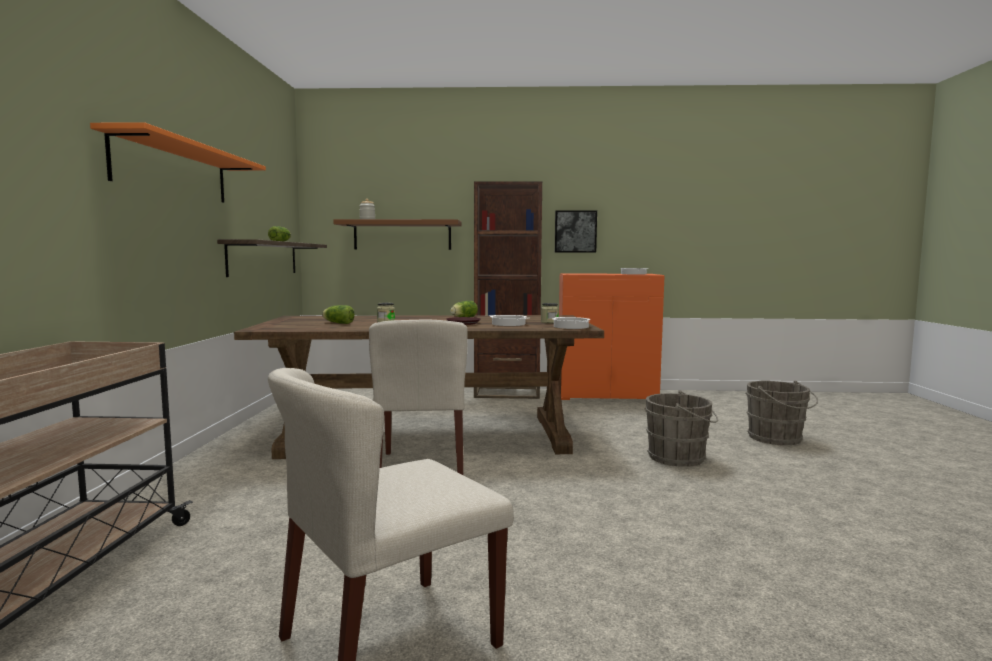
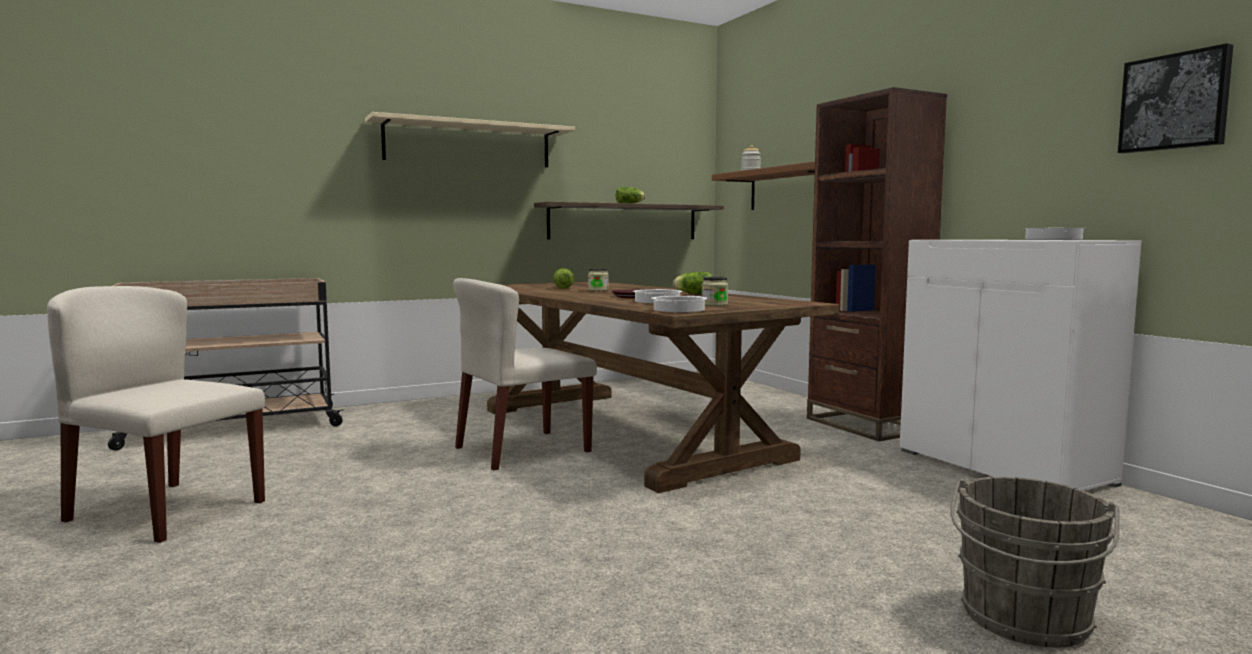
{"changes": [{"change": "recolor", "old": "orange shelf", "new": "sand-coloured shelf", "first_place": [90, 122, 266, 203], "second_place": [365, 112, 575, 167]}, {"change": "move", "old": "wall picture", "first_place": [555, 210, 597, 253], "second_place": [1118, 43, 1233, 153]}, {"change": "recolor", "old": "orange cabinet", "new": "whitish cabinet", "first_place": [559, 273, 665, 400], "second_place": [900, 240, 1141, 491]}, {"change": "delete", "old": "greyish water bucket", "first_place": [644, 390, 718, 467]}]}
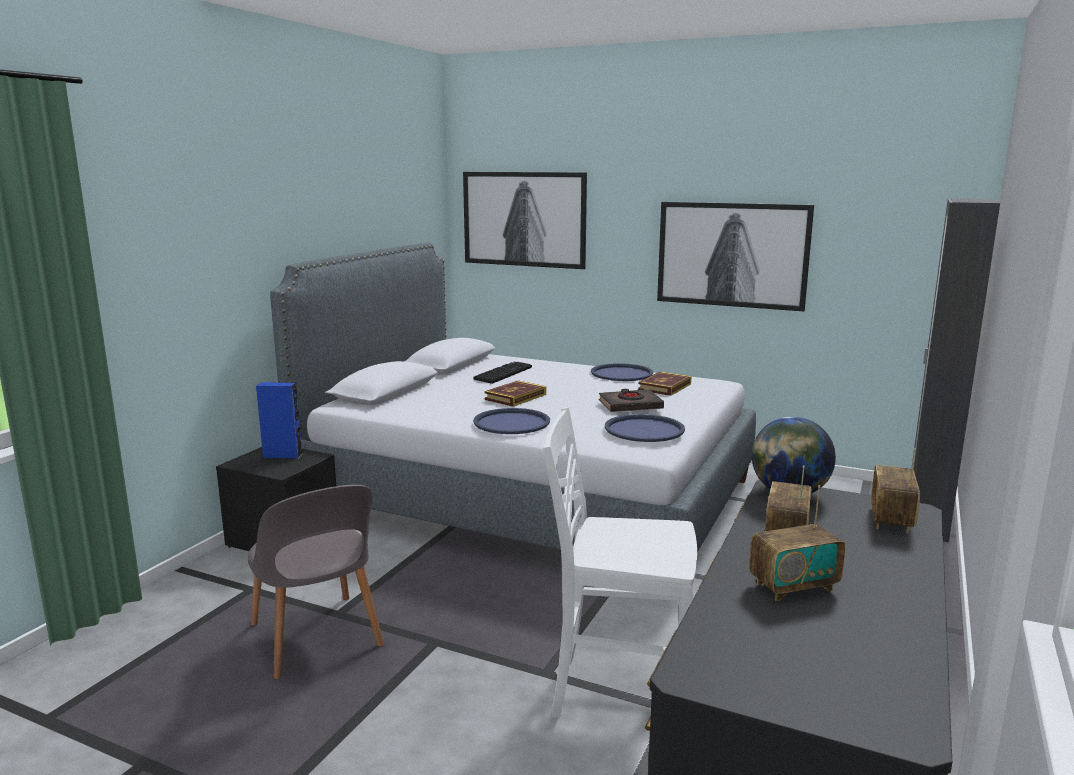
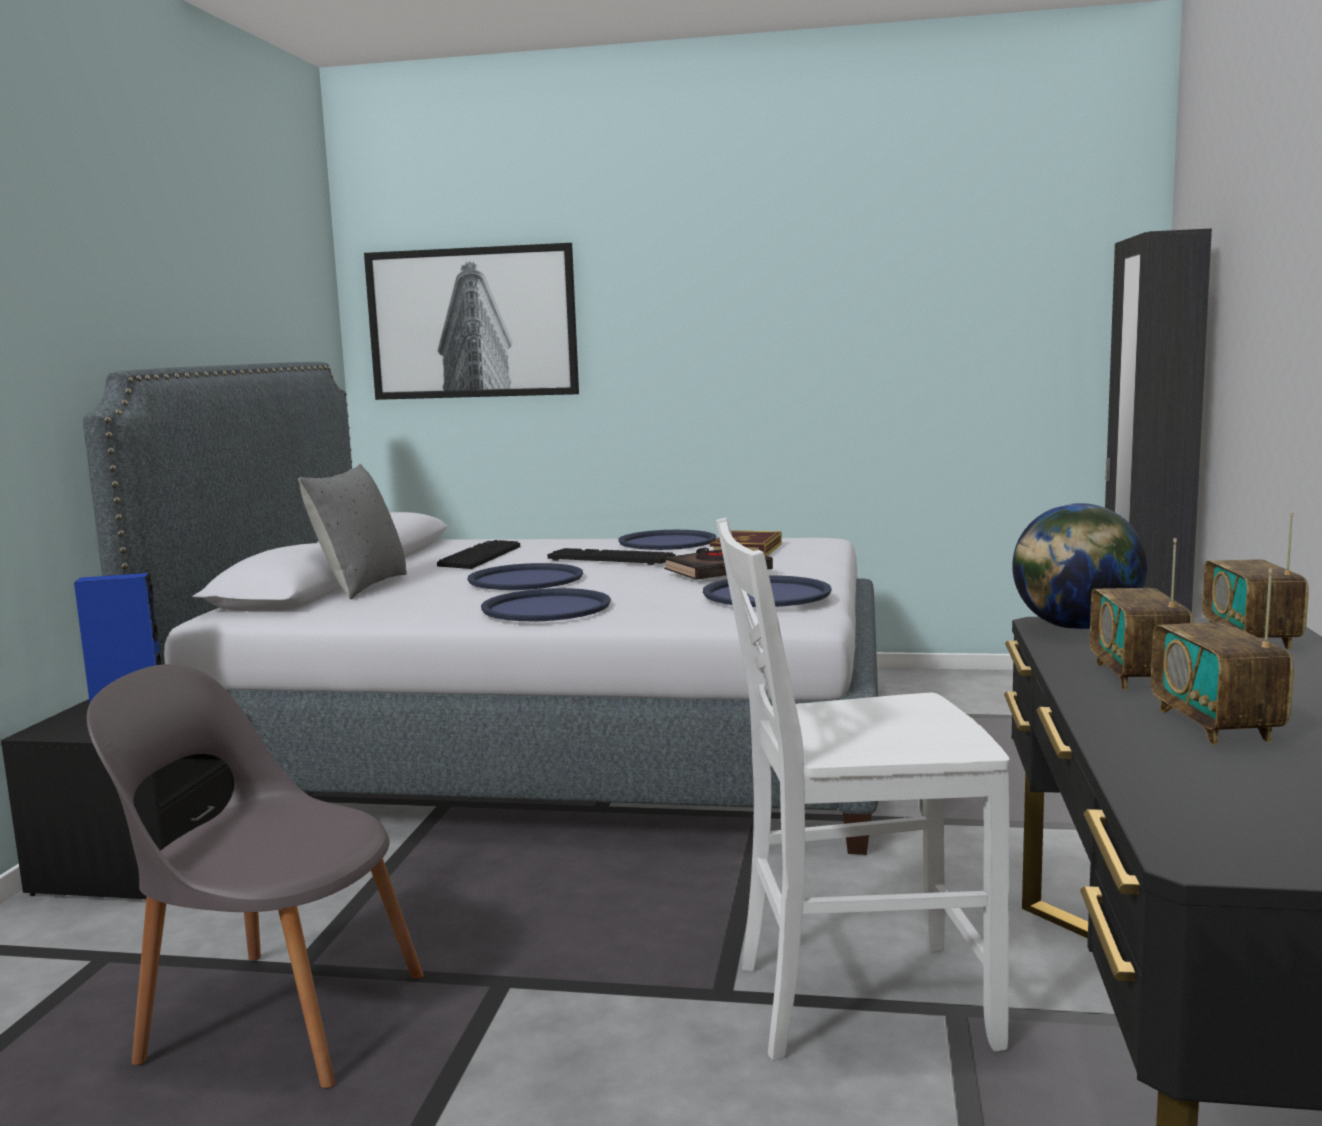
{"changes": [{"change": "rotate", "old": "greyish plain chair", "first_place": [248, 485, 384, 679], "second_place": [87, 664, 424, 1089], "degrees": 150}, {"change": "replace", "old": "bound book", "new": "bluish tray", "first_place": [485, 380, 546, 407], "second_place": [468, 563, 583, 590]}, {"change": "delete", "old": "wall picture", "first_place": [657, 202, 814, 311]}, {"change": "rotate", "old": "radio receiver", "first_place": [749, 485, 845, 601], "second_place": [1151, 568, 1294, 745], "degrees": 120}, {"change": "insert", "new": "greyish pillow", "second_place": [298, 464, 407, 599]}, {"change": "insert", "new": "keyboard", "second_place": [548, 548, 675, 565]}]}
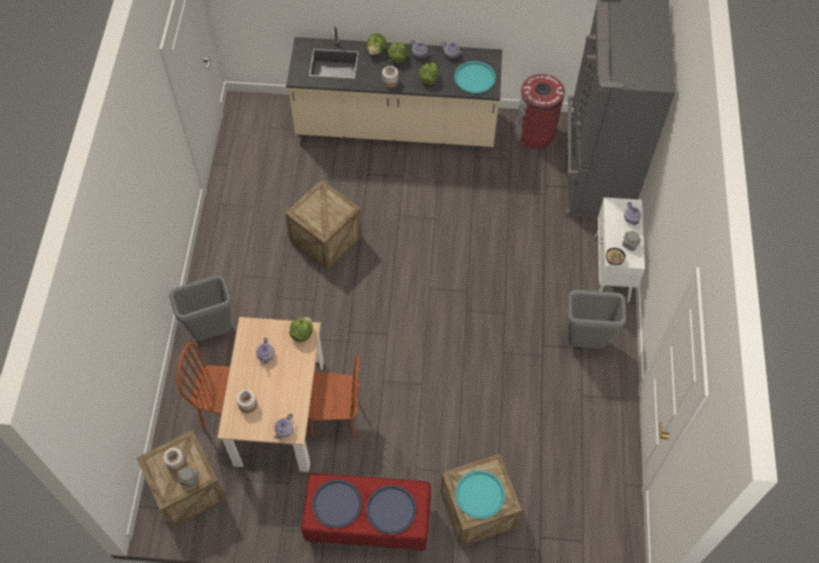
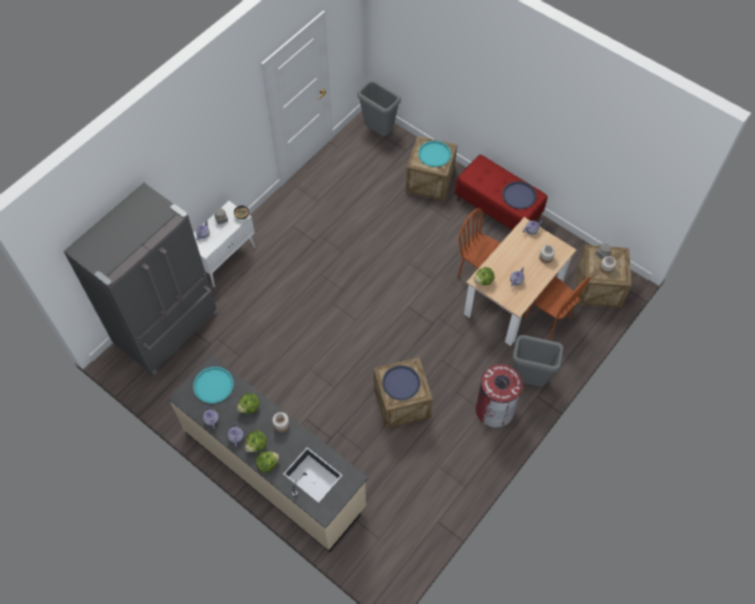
{"changes": [{"change": "move", "old": "bluish tray", "first_place": [366, 485, 416, 534], "second_place": [382, 365, 420, 400]}, {"change": "move", "old": "red waste bin", "first_place": [515, 74, 565, 149], "second_place": [476, 364, 523, 428]}, {"change": "move", "old": "greyish waste bin", "first_place": [567, 290, 627, 349], "second_place": [357, 80, 401, 136]}]}
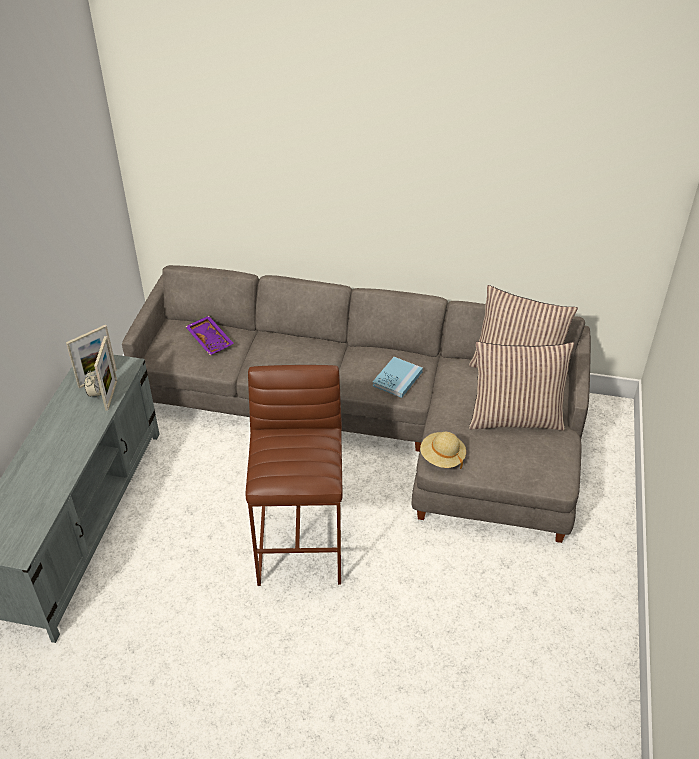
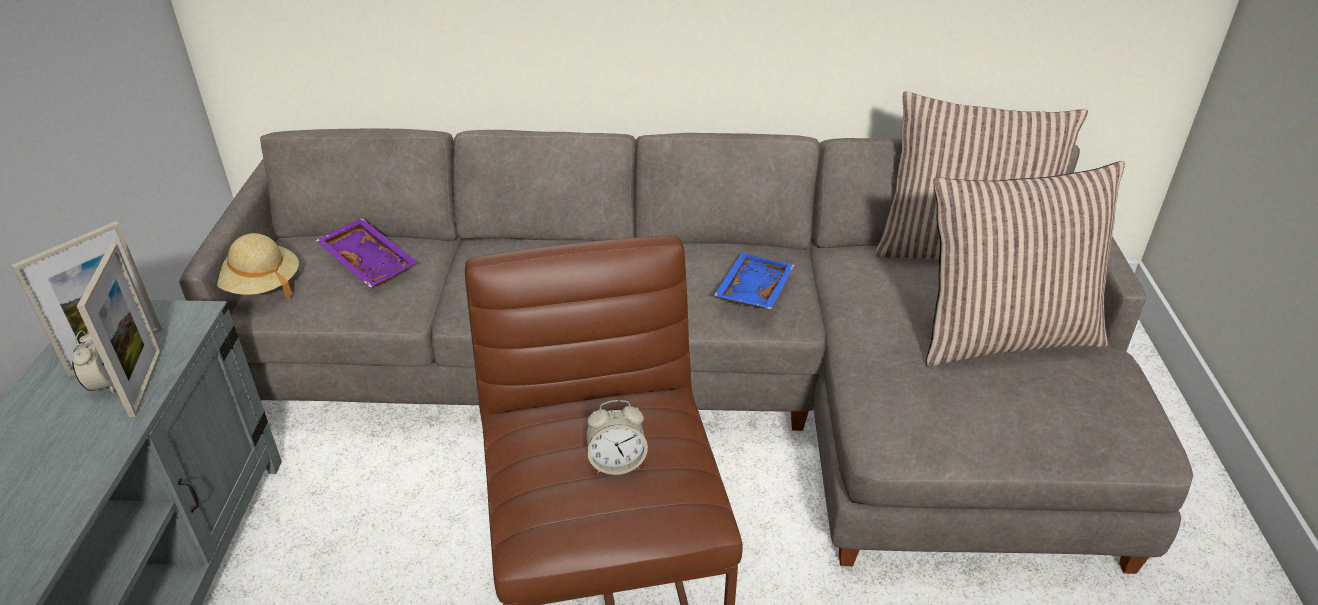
{"changes": [{"change": "replace", "old": "bluish bound book", "new": "bluish tray", "first_place": [373, 357, 423, 398], "second_place": [714, 252, 794, 309]}, {"change": "move", "old": "sand-coloured hat", "first_place": [420, 432, 466, 469], "second_place": [217, 233, 299, 298]}, {"change": "insert", "new": "bedside clock", "second_place": [586, 400, 648, 475]}]}
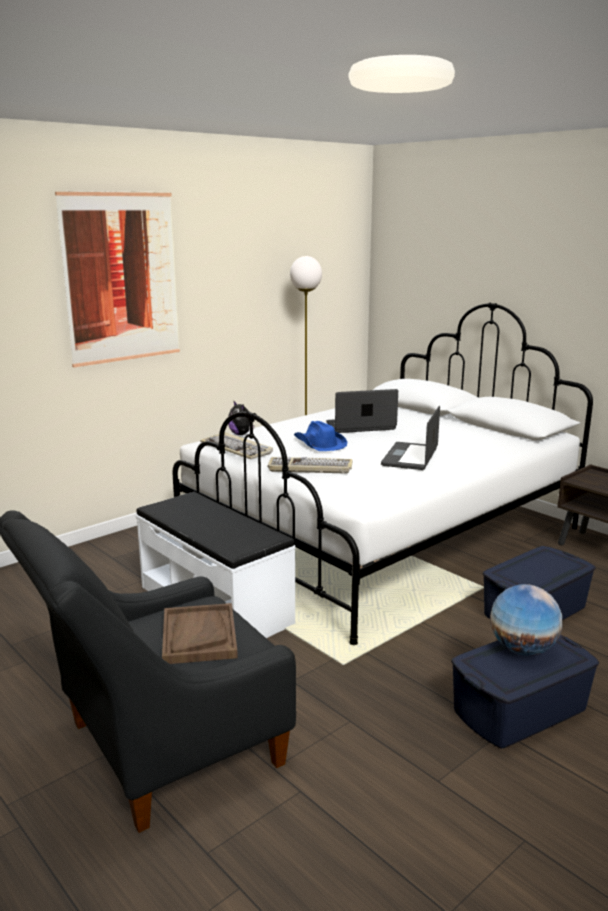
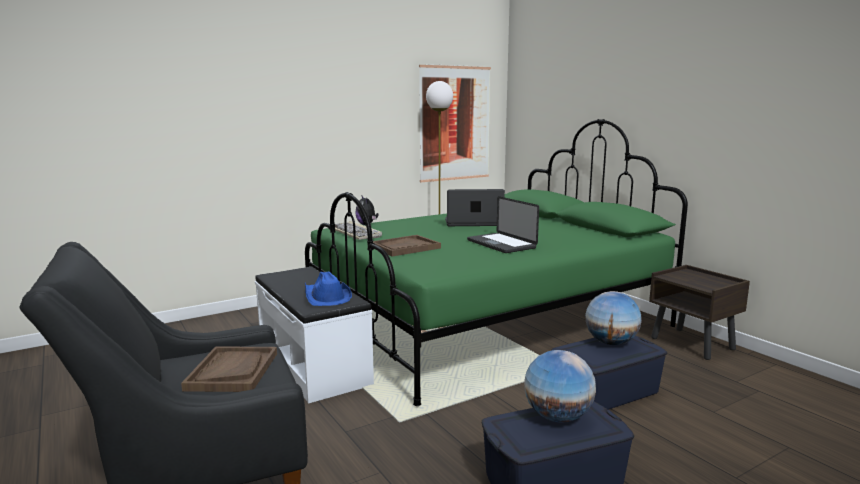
{"changes": [{"change": "move", "old": "wall picture", "first_place": [55, 191, 180, 367], "second_place": [419, 64, 491, 182]}, {"change": "recolor", "old": "whitish bed", "new": "greenish bed", "first_place": [173, 303, 593, 645], "second_place": [305, 119, 688, 406]}, {"change": "replace", "old": "keyboard", "new": "brown tray", "first_place": [268, 457, 352, 474], "second_place": [373, 235, 441, 257]}, {"change": "move", "old": "bluish hat", "first_place": [294, 421, 347, 451], "second_place": [305, 272, 352, 306]}, {"change": "rotate", "old": "portable computer", "first_place": [381, 406, 440, 470], "second_place": [467, 196, 539, 253], "degrees": -60}, {"change": "insert", "new": "desk globe", "second_place": [585, 291, 642, 345]}]}
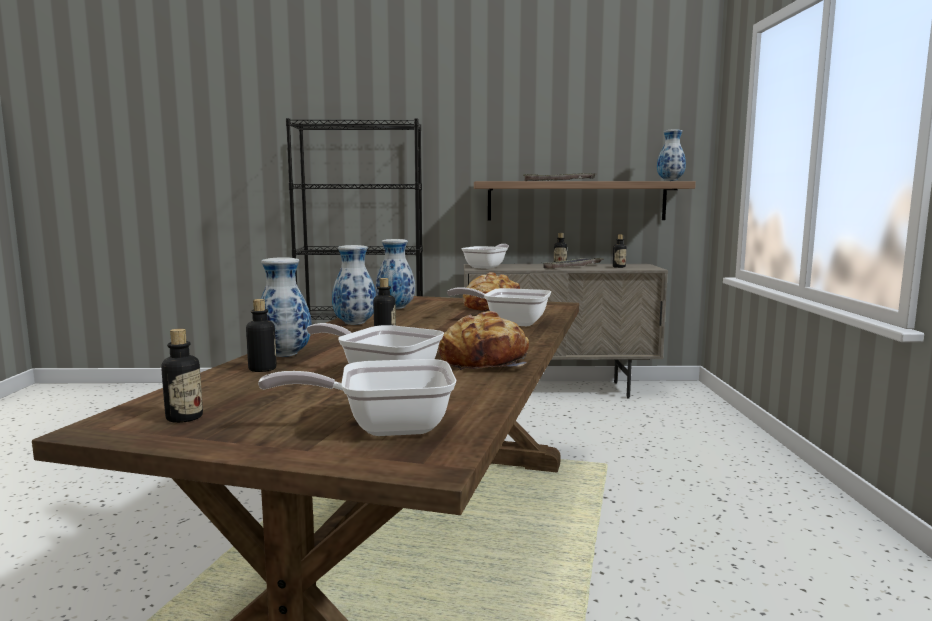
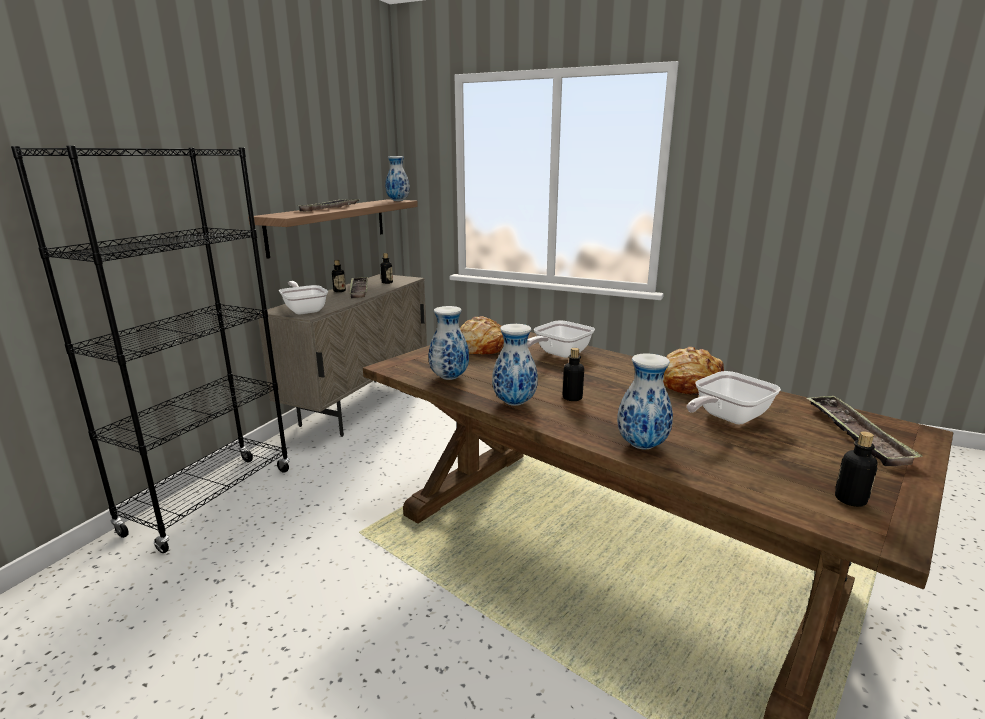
{"changes": [{"change": "delete", "old": "drink bottle", "first_place": [246, 299, 277, 372]}, {"change": "replace", "old": "pan", "new": "tray", "first_place": [258, 359, 456, 436], "second_place": [807, 396, 922, 466]}]}
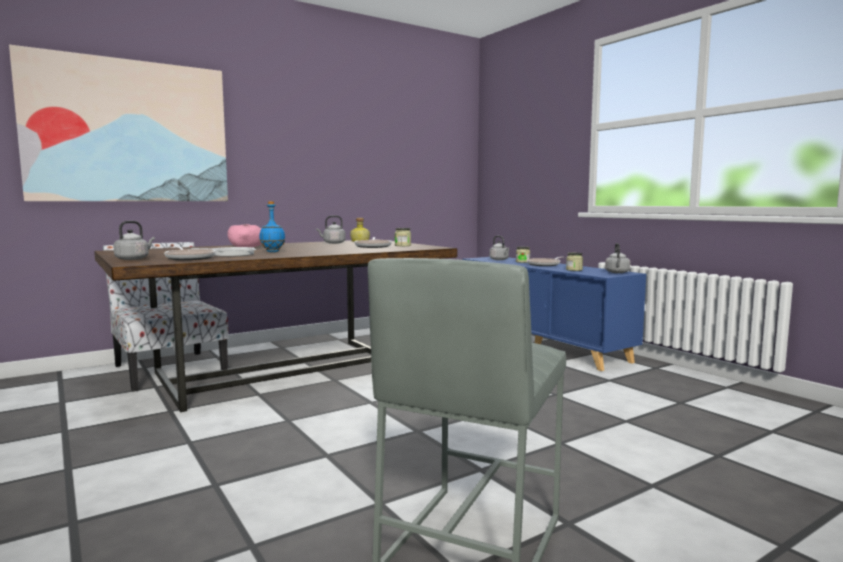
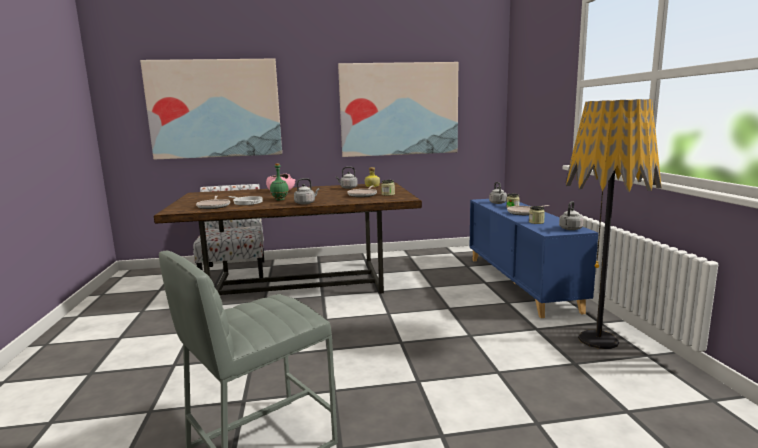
{"changes": [{"change": "move", "old": "greyish water kettle", "first_place": [113, 221, 155, 260], "second_place": [294, 178, 320, 205]}, {"change": "recolor", "old": "bluish drink bottle", "new": "greenish drink bottle", "first_place": [259, 201, 285, 252], "second_place": [270, 163, 289, 200]}, {"change": "insert", "new": "wall picture", "second_place": [338, 62, 458, 157]}, {"change": "insert", "new": "standing lamp", "second_place": [566, 99, 662, 349]}]}
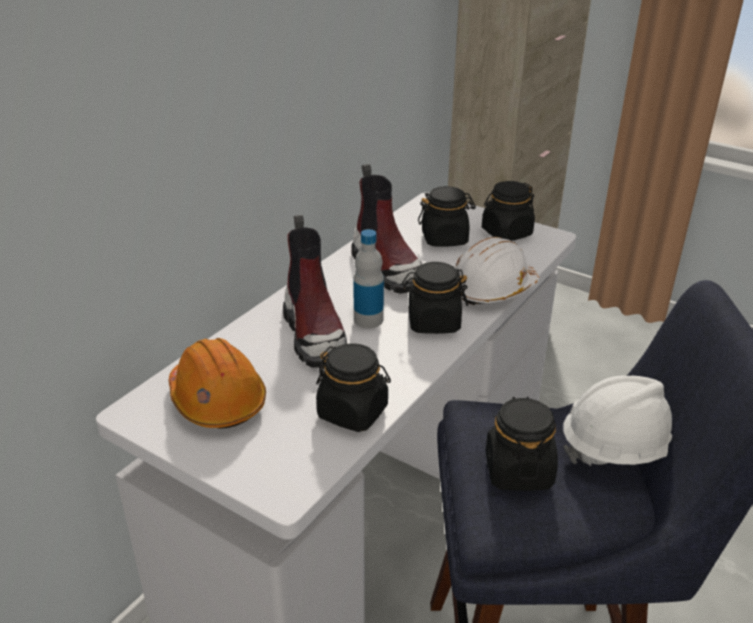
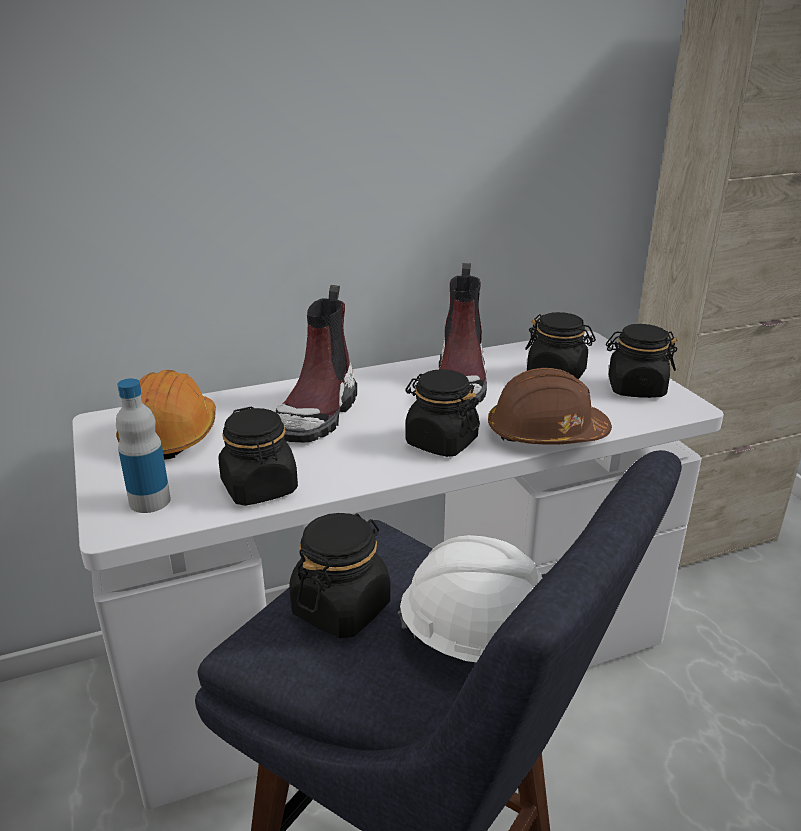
{"changes": [{"change": "move", "old": "drink bottle", "first_place": [353, 229, 384, 328], "second_place": [116, 378, 171, 513]}, {"change": "recolor", "old": "whitish hard hat", "new": "brown hard hat", "first_place": [455, 237, 540, 305], "second_place": [488, 368, 612, 445]}]}
